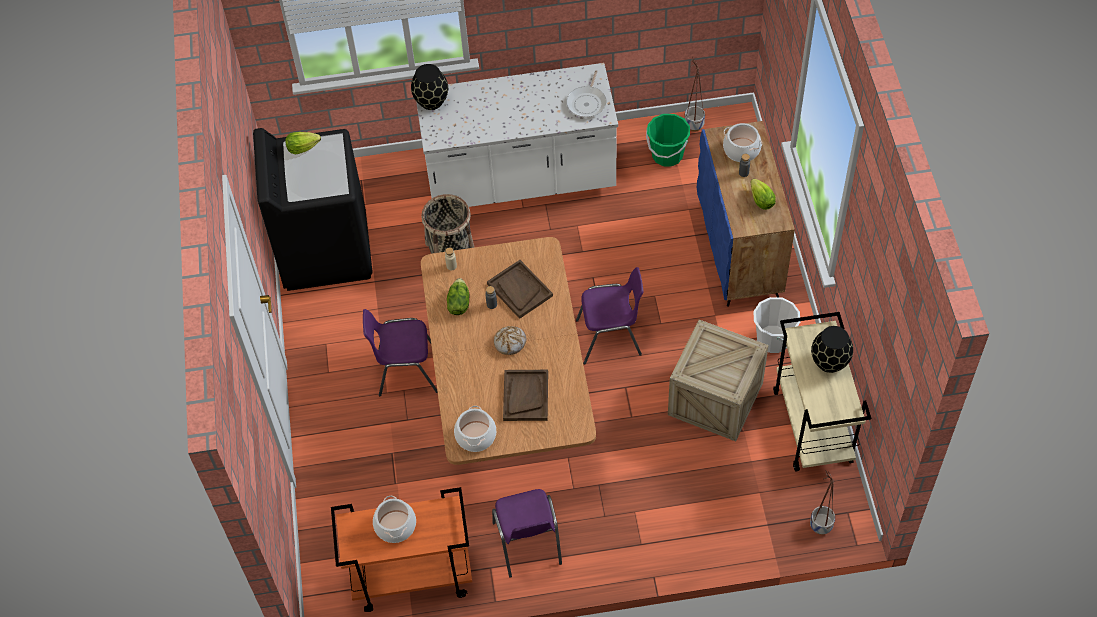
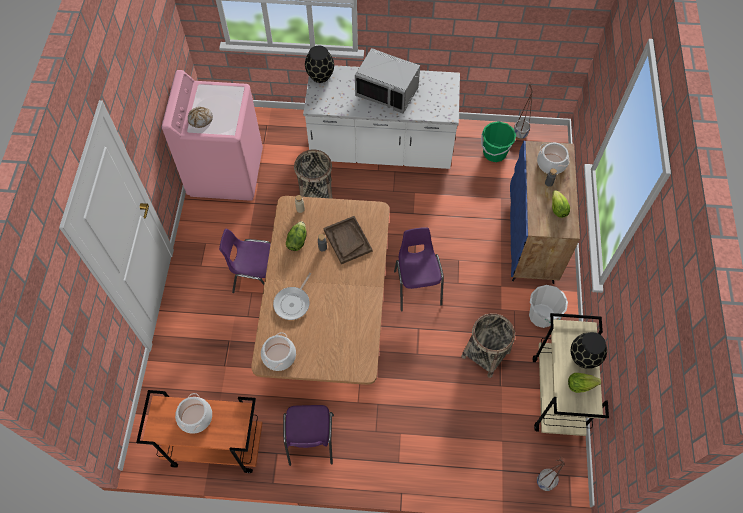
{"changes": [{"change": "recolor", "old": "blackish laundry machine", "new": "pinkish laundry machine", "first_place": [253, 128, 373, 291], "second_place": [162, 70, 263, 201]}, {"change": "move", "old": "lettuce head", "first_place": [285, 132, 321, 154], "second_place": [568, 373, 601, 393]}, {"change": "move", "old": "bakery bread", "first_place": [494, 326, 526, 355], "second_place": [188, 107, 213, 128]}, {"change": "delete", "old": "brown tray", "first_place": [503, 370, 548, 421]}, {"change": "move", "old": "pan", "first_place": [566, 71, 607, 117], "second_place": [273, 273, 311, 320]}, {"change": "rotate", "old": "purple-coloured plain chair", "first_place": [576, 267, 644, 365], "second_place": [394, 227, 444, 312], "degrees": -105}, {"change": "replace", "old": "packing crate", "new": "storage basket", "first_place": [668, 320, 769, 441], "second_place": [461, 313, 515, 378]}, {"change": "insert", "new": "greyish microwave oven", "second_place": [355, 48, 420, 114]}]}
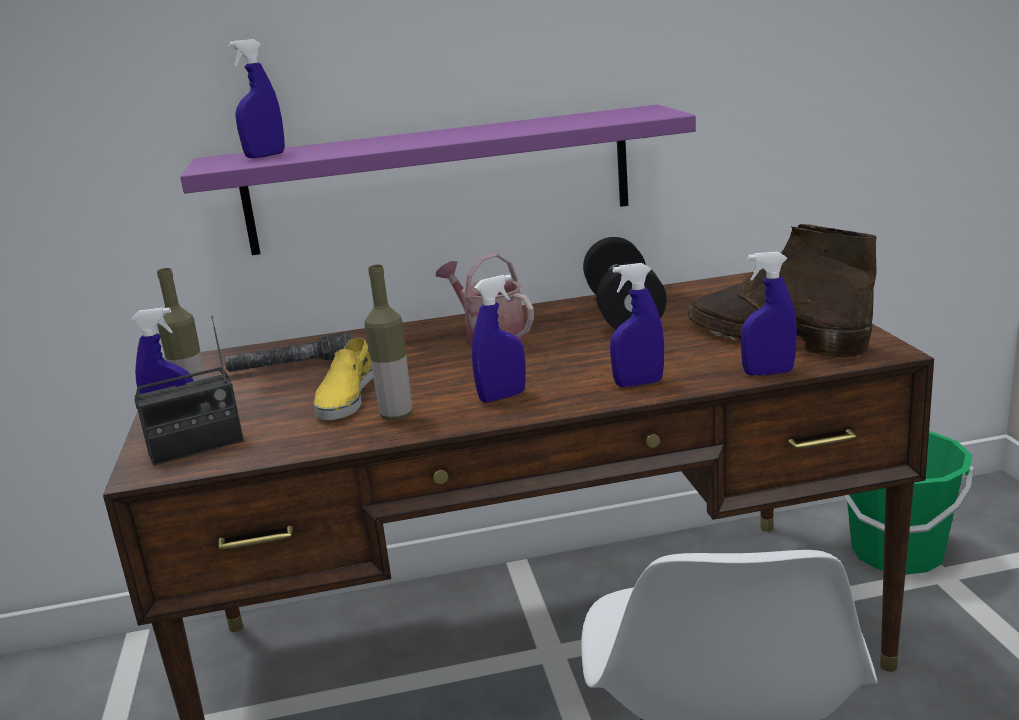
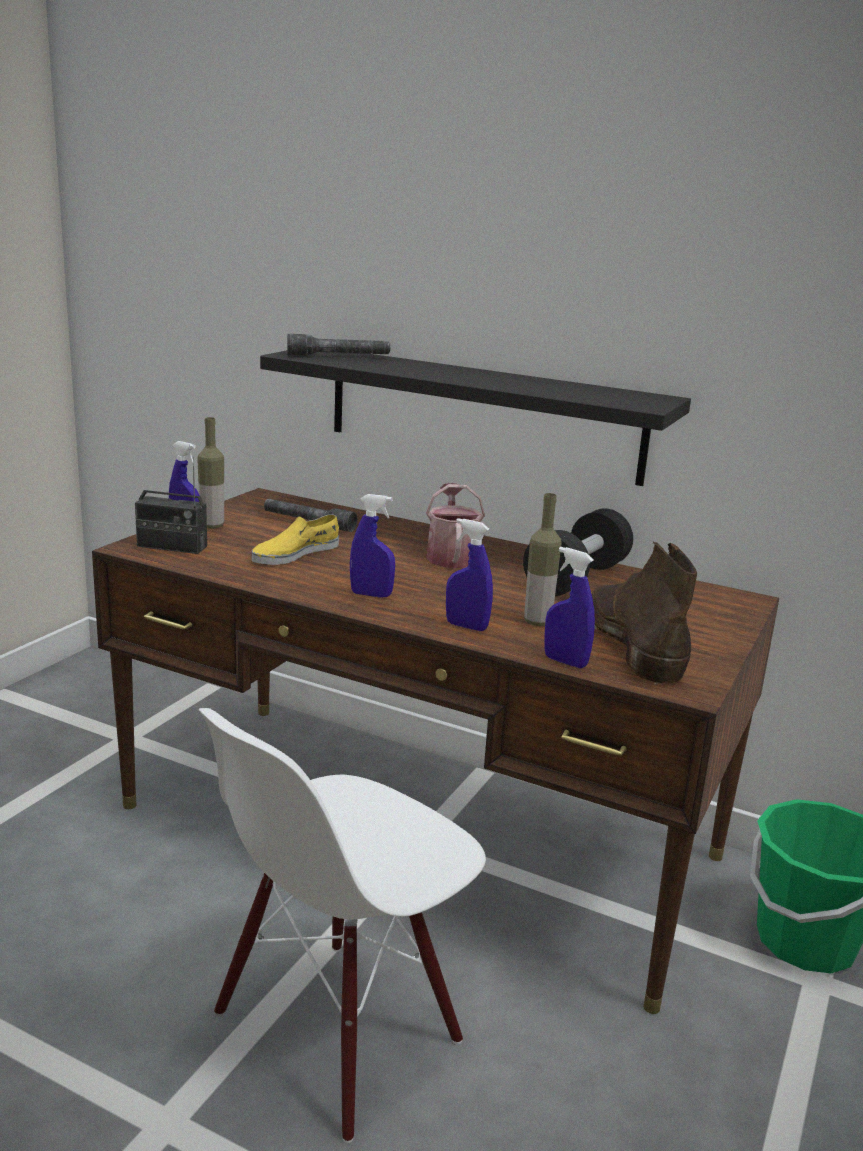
{"changes": [{"change": "recolor", "old": "purple-coloured shelf", "new": "blackish shelf", "first_place": [180, 104, 696, 255], "second_place": [260, 350, 691, 486]}, {"change": "replace", "old": "bluish sprayer", "new": "greyish flashlight", "first_place": [228, 39, 285, 158], "second_place": [287, 334, 390, 356]}, {"change": "move", "old": "drink bottle", "first_place": [365, 265, 412, 421], "second_place": [524, 493, 562, 626]}]}
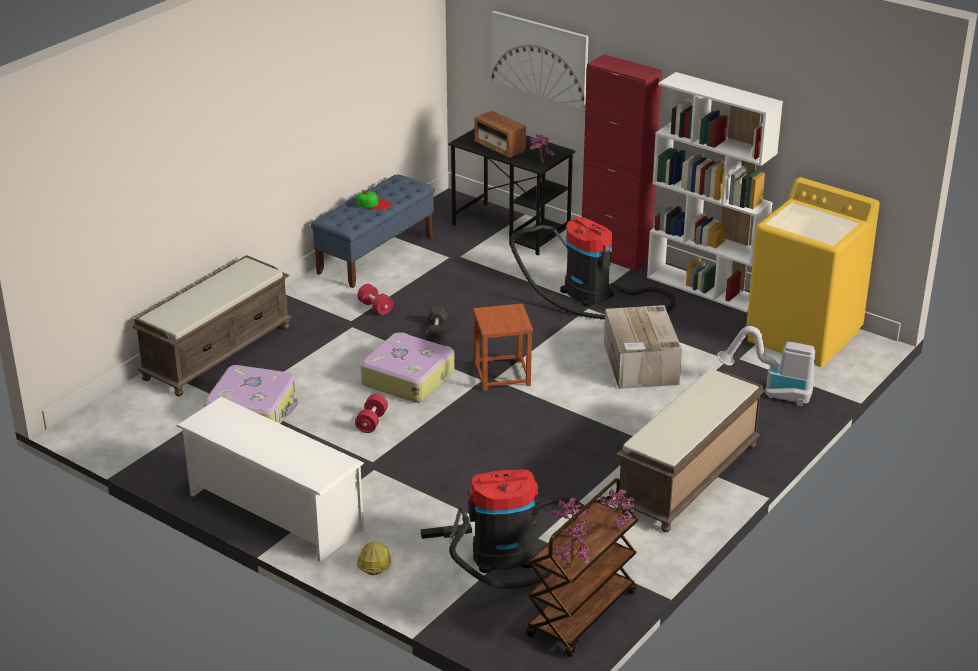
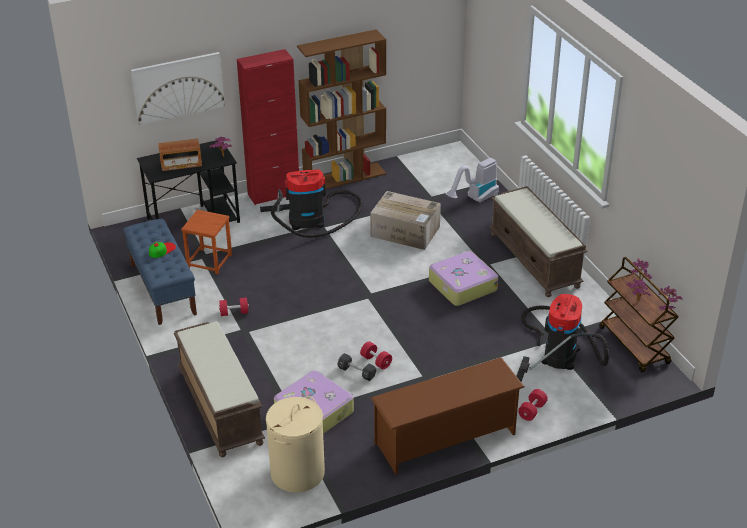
{"changes": [{"change": "recolor", "old": "whitish shoe rack", "new": "brown shoe rack", "first_place": [176, 397, 364, 562], "second_place": [371, 357, 525, 474]}, {"change": "replace", "old": "hard hat", "new": "red hand weight", "first_place": [357, 542, 391, 575], "second_place": [518, 389, 548, 421]}, {"change": "move", "old": "travel case", "first_place": [360, 332, 455, 403], "second_place": [429, 251, 498, 306]}, {"change": "move", "old": "blackish hand weight", "first_place": [425, 307, 448, 344], "second_place": [338, 353, 376, 381]}, {"change": "move", "old": "brown stool", "first_place": [473, 303, 533, 391], "second_place": [181, 210, 232, 274]}, {"change": "recolor", "old": "whitish shelving unit", "new": "brown shelving unit", "first_place": [647, 72, 783, 313], "second_place": [297, 29, 386, 189]}, {"change": "delete", "old": "yellow-coloured laundry machine", "first_place": [746, 177, 880, 367]}, {"change": "insert", "new": "sand-coloured washing basket", "second_place": [266, 396, 325, 492]}]}
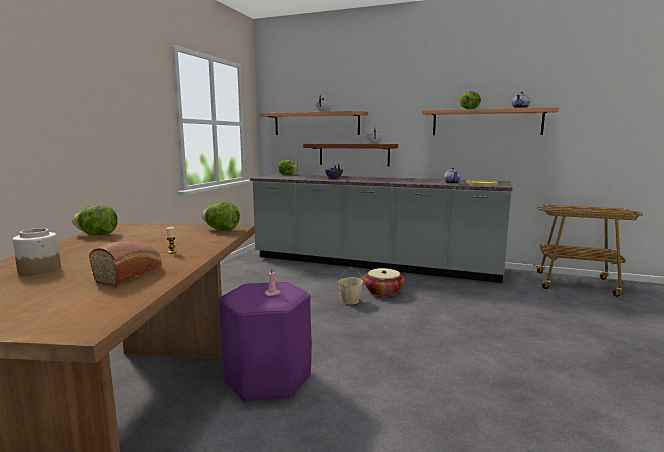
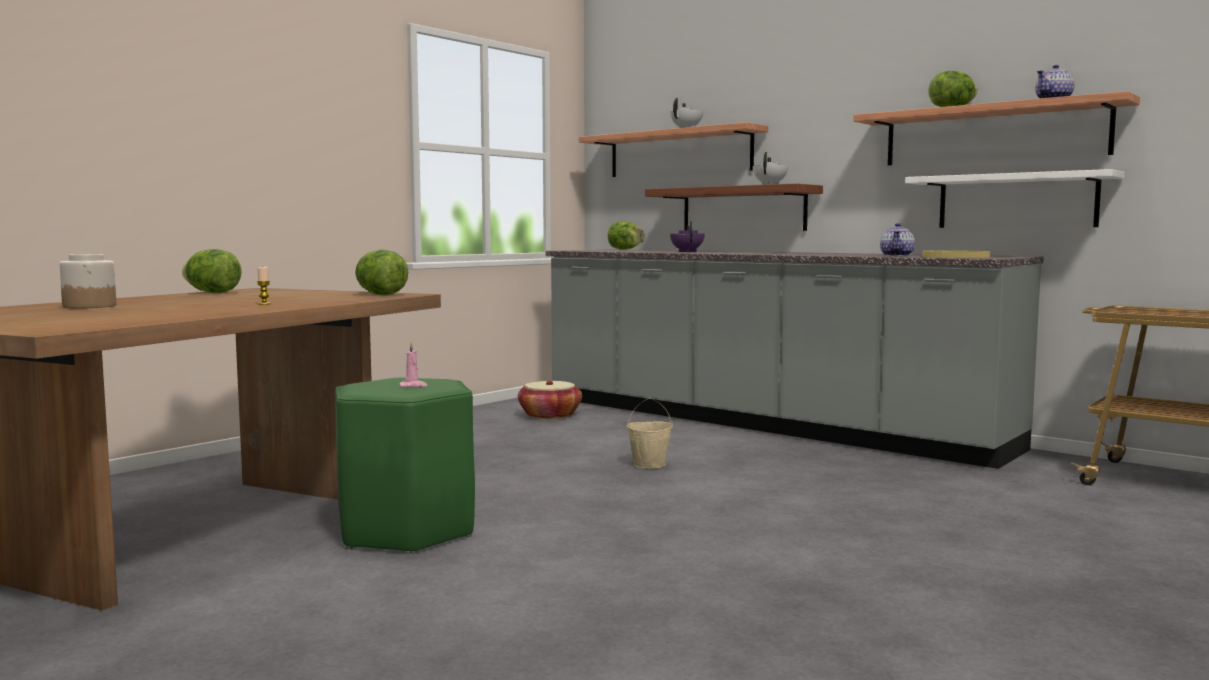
{"changes": [{"change": "delete", "old": "bakery bread", "first_place": [89, 241, 162, 286]}, {"change": "recolor", "old": "purple-coloured stool", "new": "greenish stool", "first_place": [219, 282, 312, 403], "second_place": [335, 378, 475, 554]}, {"change": "move", "old": "storage basket", "first_place": [363, 268, 405, 296], "second_place": [518, 380, 582, 419]}, {"change": "insert", "new": "whitish shelf", "second_place": [905, 169, 1125, 228]}]}
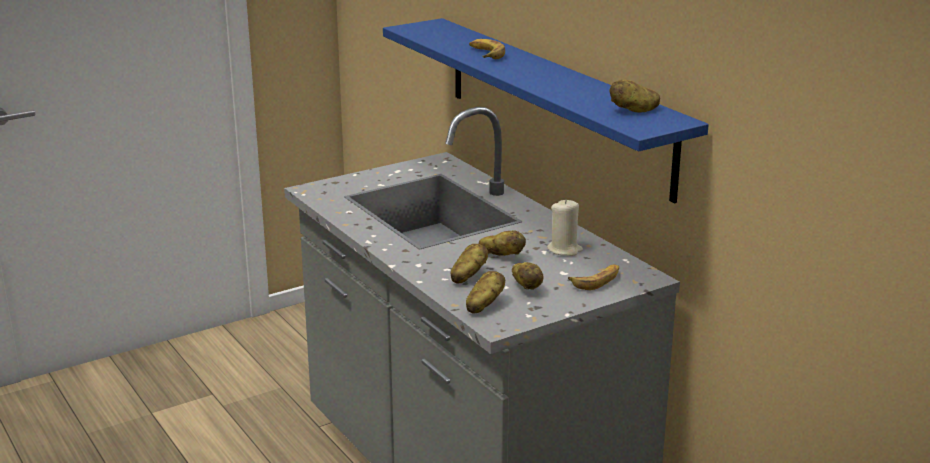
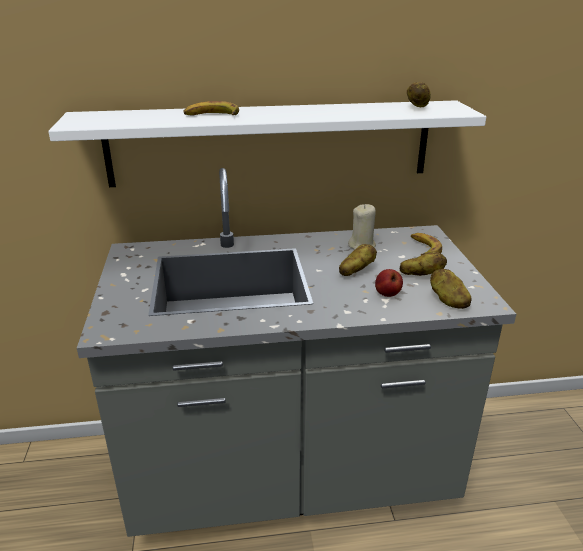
{"changes": [{"change": "recolor", "old": "bluish shelf", "new": "whitish shelf", "first_place": [383, 18, 709, 203], "second_place": [48, 100, 486, 187]}, {"change": "replace", "old": "spud", "new": "apple fruit", "first_place": [451, 244, 488, 284], "second_place": [375, 269, 403, 297]}]}
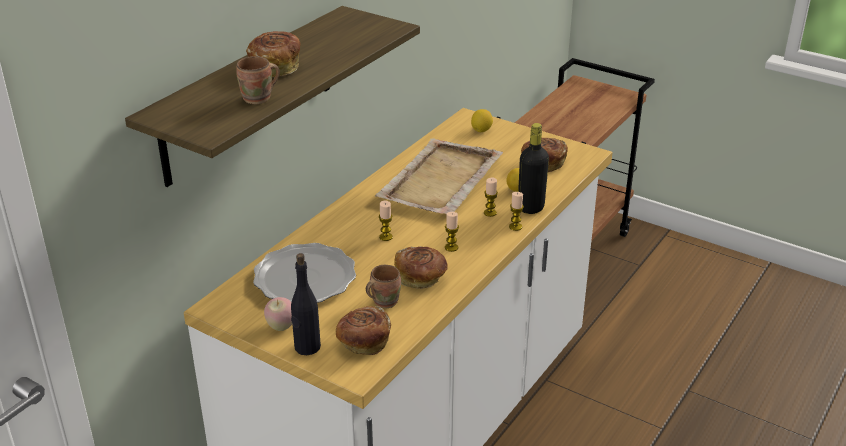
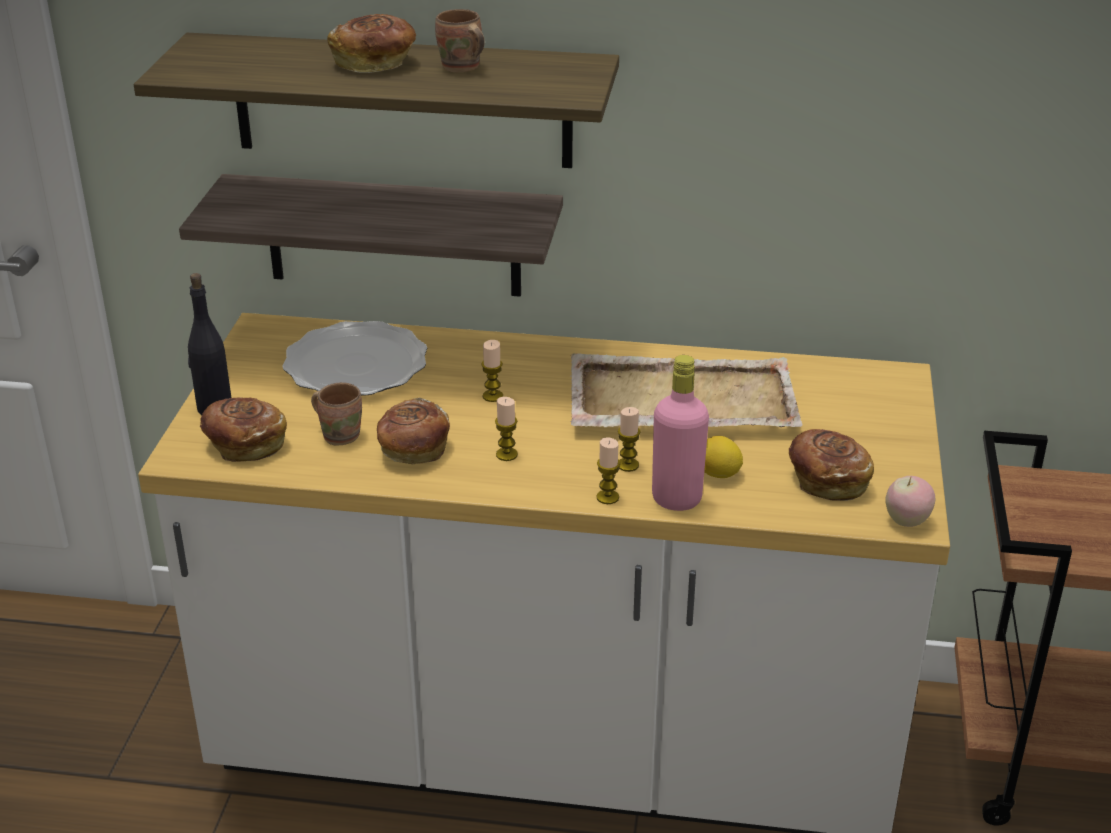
{"changes": [{"change": "move", "old": "brown mug", "first_place": [236, 56, 280, 104], "second_place": [435, 9, 485, 73]}, {"change": "move", "old": "apple fruit", "first_place": [264, 297, 292, 331], "second_place": [885, 476, 935, 527]}, {"change": "delete", "old": "whole lemon", "first_place": [471, 109, 493, 132]}, {"change": "recolor", "old": "blackish drink bottle", "new": "pinkish drink bottle", "first_place": [518, 123, 549, 214], "second_place": [652, 355, 709, 511]}, {"change": "insert", "new": "shelf", "second_place": [179, 174, 563, 297]}]}
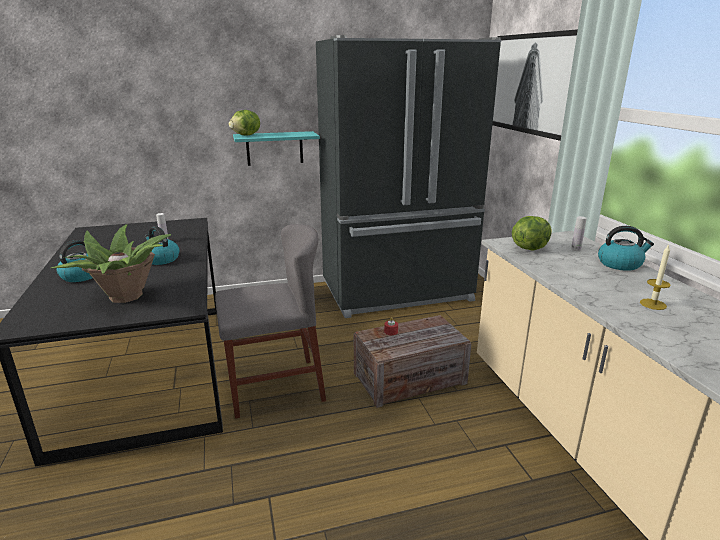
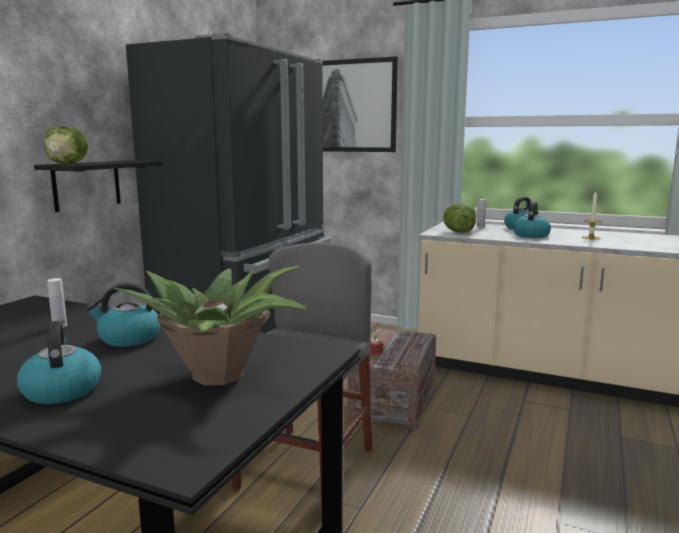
{"changes": [{"change": "recolor", "old": "turquoise-coloured shelf", "new": "blackish shelf", "first_place": [233, 131, 320, 166], "second_place": [34, 160, 163, 212]}, {"change": "insert", "new": "water kettle", "second_place": [513, 201, 551, 238]}]}
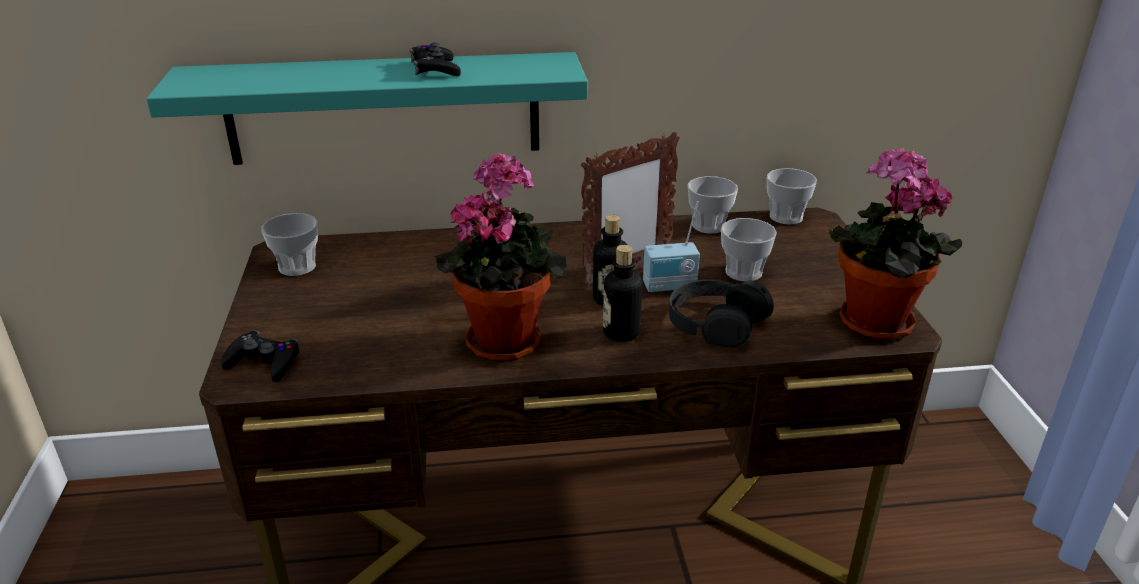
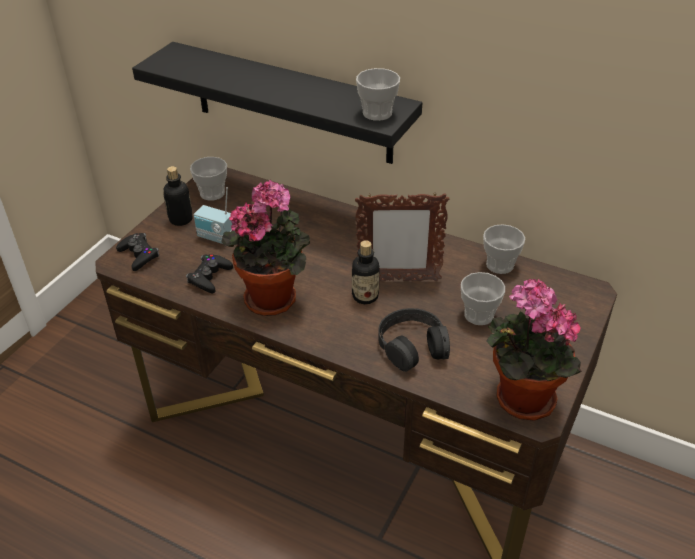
{"changes": [{"change": "recolor", "old": "turquoise-coloured shelf", "new": "blackish shelf", "first_place": [146, 52, 588, 165], "second_place": [132, 42, 422, 164]}, {"change": "move", "old": "blackish gamepad", "first_place": [410, 42, 461, 76], "second_place": [186, 254, 233, 294]}, {"change": "move", "old": "drink bottle", "first_place": [603, 245, 642, 342], "second_place": [163, 166, 193, 226]}, {"change": "move", "old": "radio receiver", "first_place": [643, 201, 700, 292], "second_place": [194, 187, 232, 244]}, {"change": "move", "old": "small cup", "first_place": [767, 168, 817, 225], "second_place": [356, 68, 400, 121]}]}
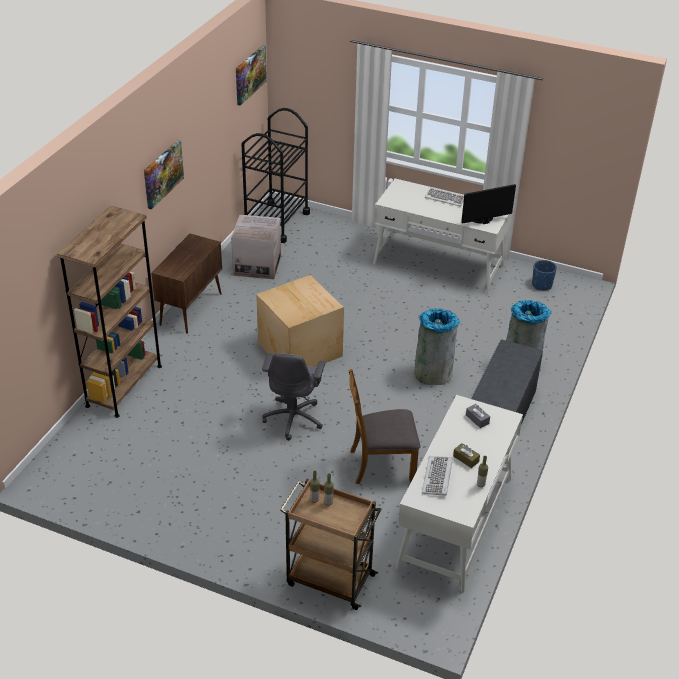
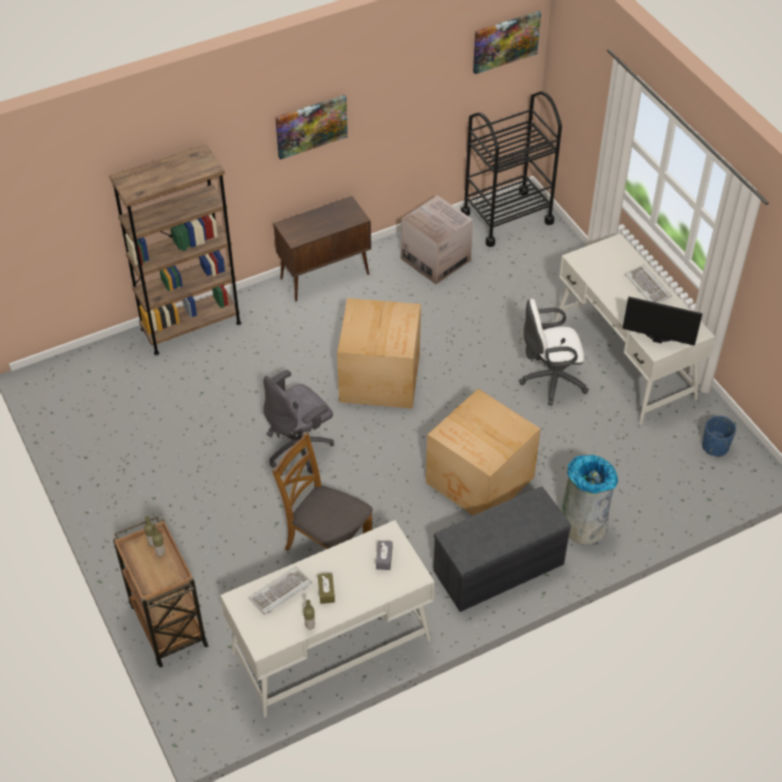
{"changes": [{"change": "replace", "old": "greyish waste bin", "new": "packing box", "first_place": [414, 308, 460, 385], "second_place": [426, 389, 541, 516]}, {"change": "insert", "new": "whitish office chair", "second_place": [519, 299, 589, 405]}]}
